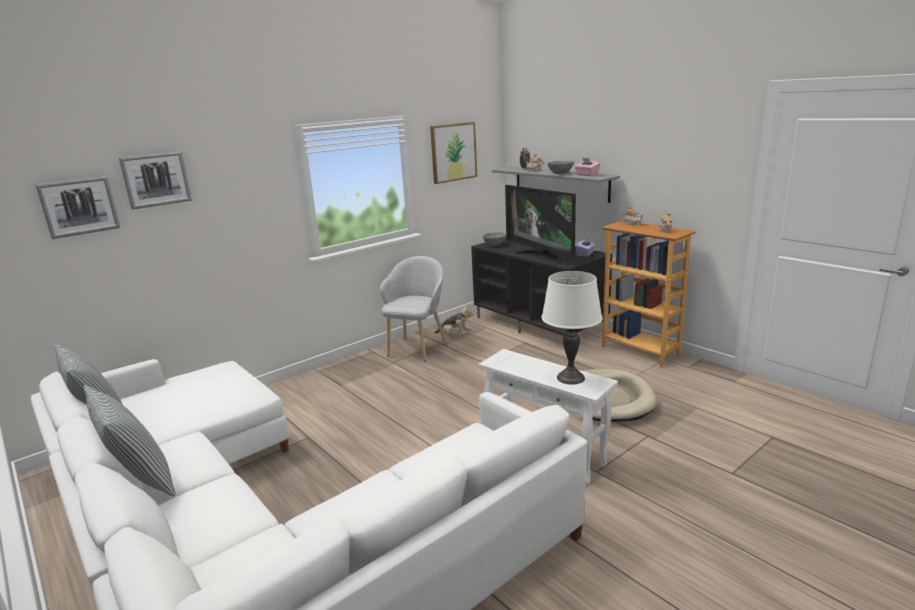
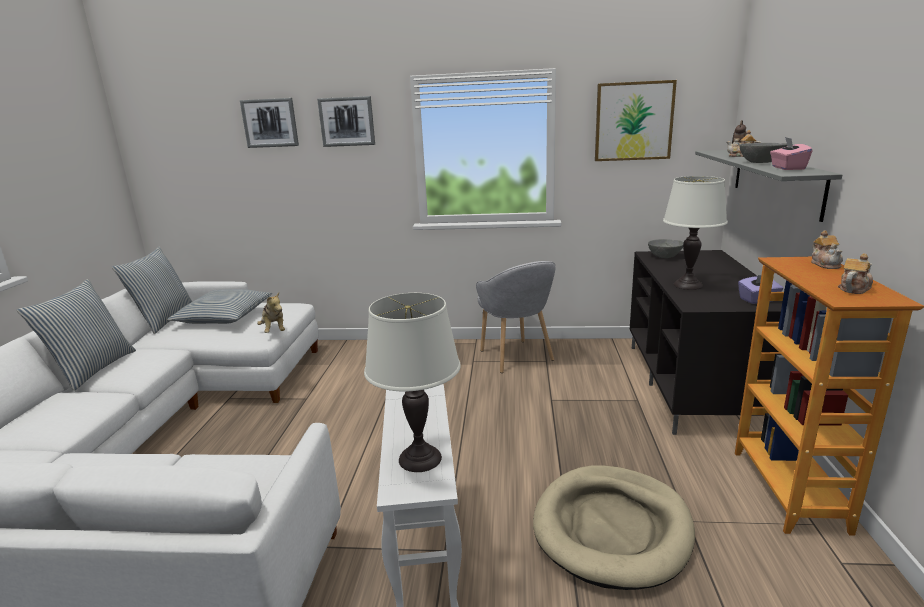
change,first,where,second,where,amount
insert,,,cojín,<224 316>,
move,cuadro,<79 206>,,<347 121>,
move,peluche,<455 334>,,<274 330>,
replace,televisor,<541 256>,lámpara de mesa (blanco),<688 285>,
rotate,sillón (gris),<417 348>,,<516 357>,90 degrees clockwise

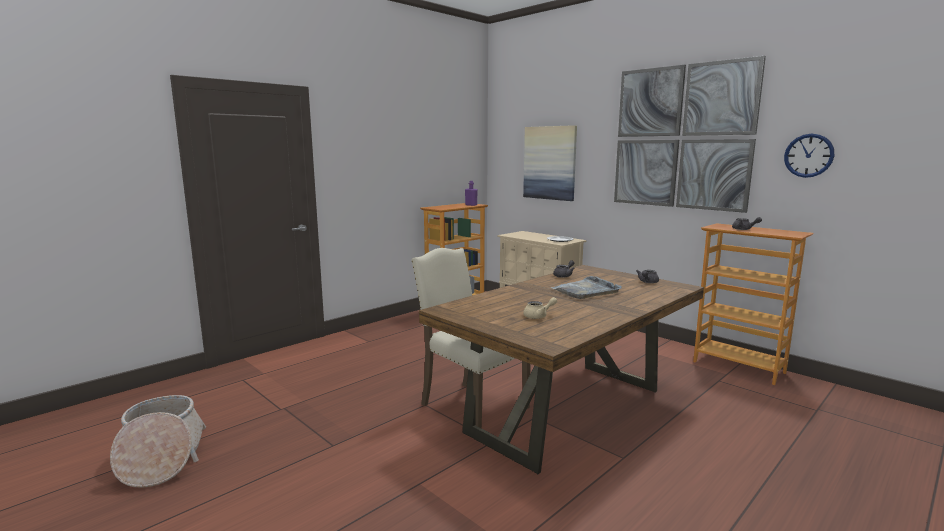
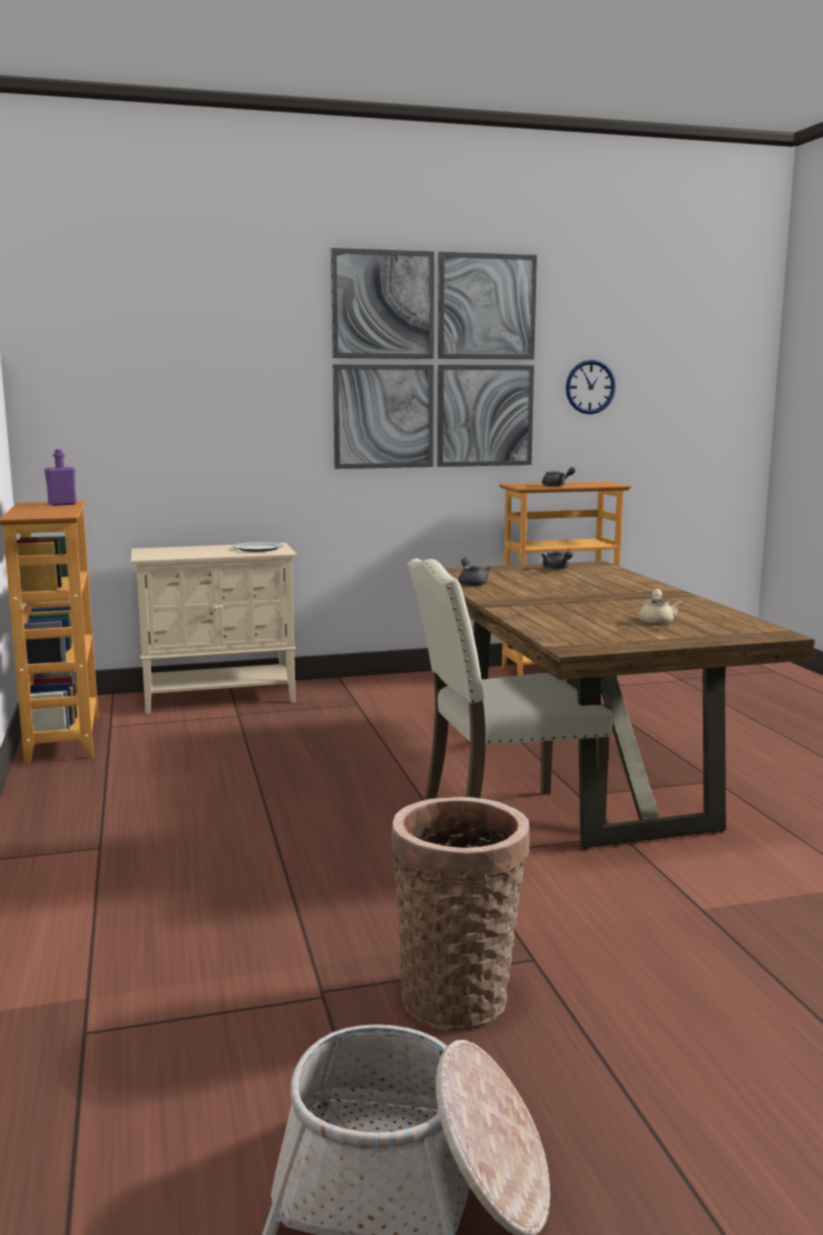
change,first,where,second,where,amount
delete,cuadro,<550 163>,,,
delete,bandeja (gris),<586 290>,,,
insert,,,cesta,<458 994>,

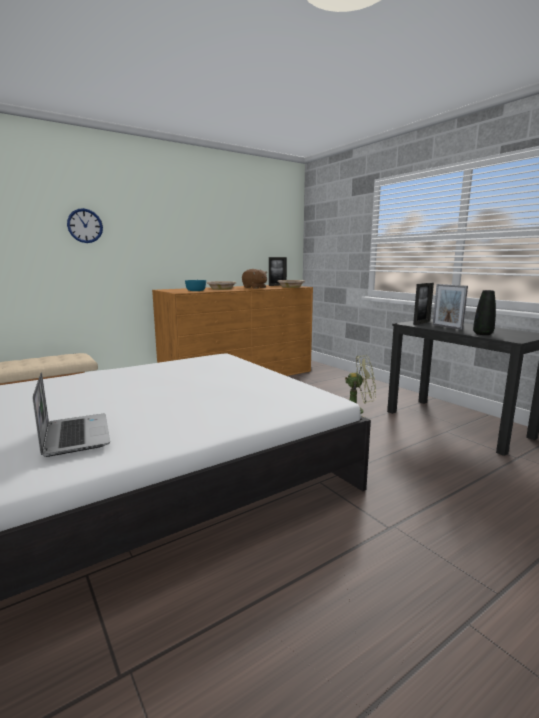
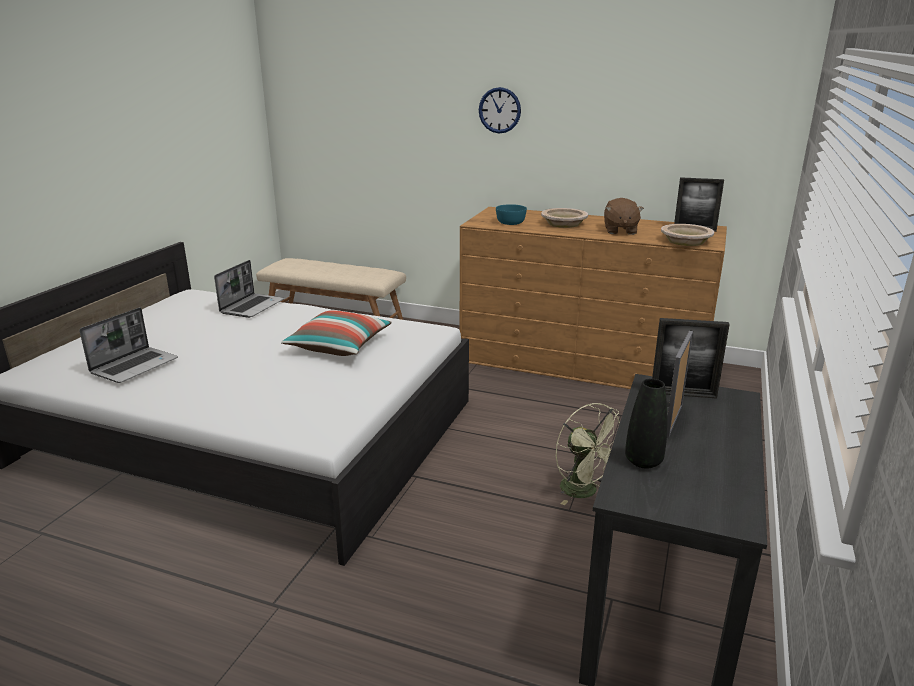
change,first,where,second,where,amount
insert,,,portátil,<252 306>,
insert,,,cojín,<339 346>,
move,reloj de pared,<85 226>,,<499 110>,

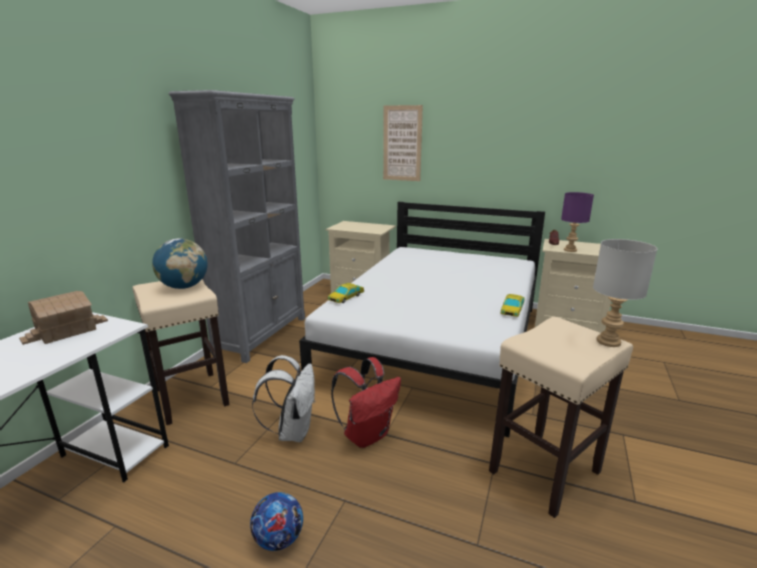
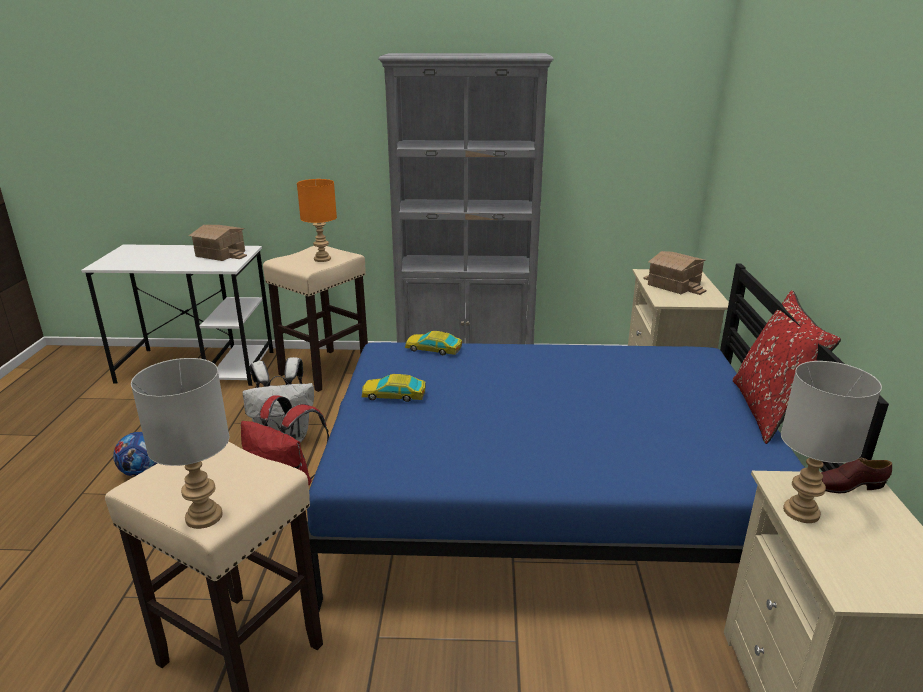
change,first,where,second,where,amount
delete,cuadro,<402 143>,,,
insert,,,casita,<673 285>,
insert,,,cojín (rojo),<768 411>,
move,coche de juguete,<512 309>,,<394 395>,
replace,globo terráqueo,<184 287>,lámpara de mesa (naranja),<322 259>,
recolor,cama (blanco),<436 342>,cama (azul),<548 503>,
recolor,lámpara de mesa (morado),<570 250>,lámpara de mesa (gris),<802 513>,

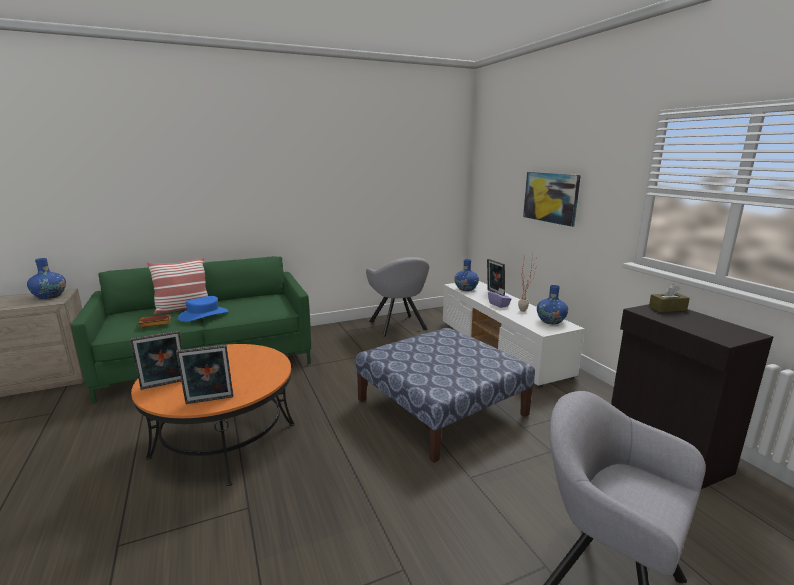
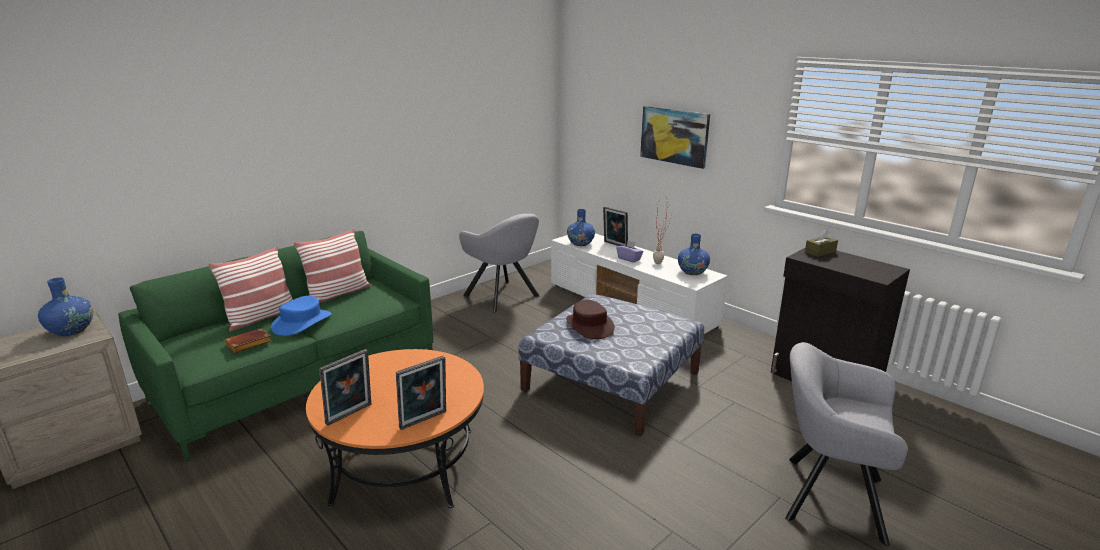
change,first,where,second,where,amount
insert,,,cojín,<338 294>,
insert,,,sombrero (marrón),<589 326>,

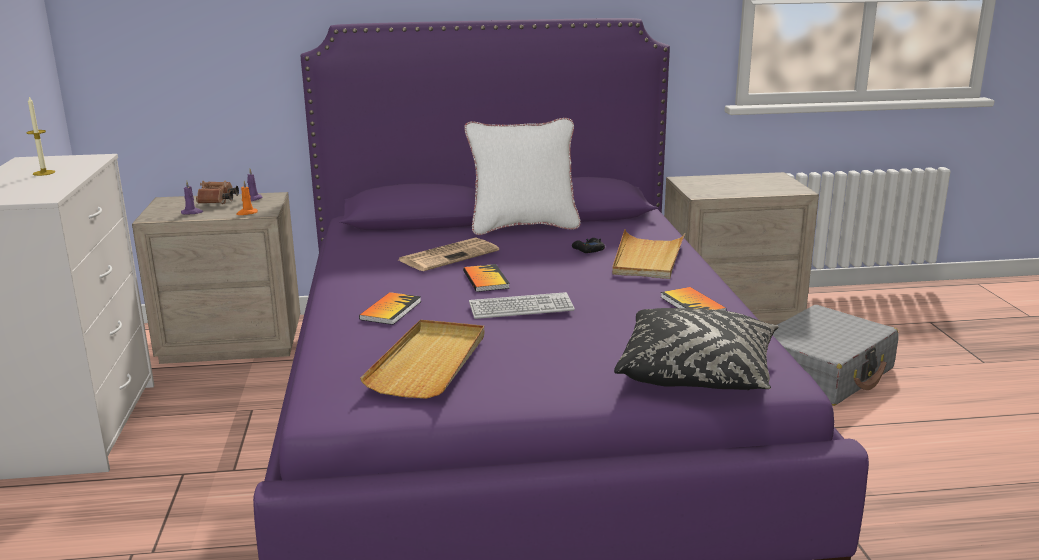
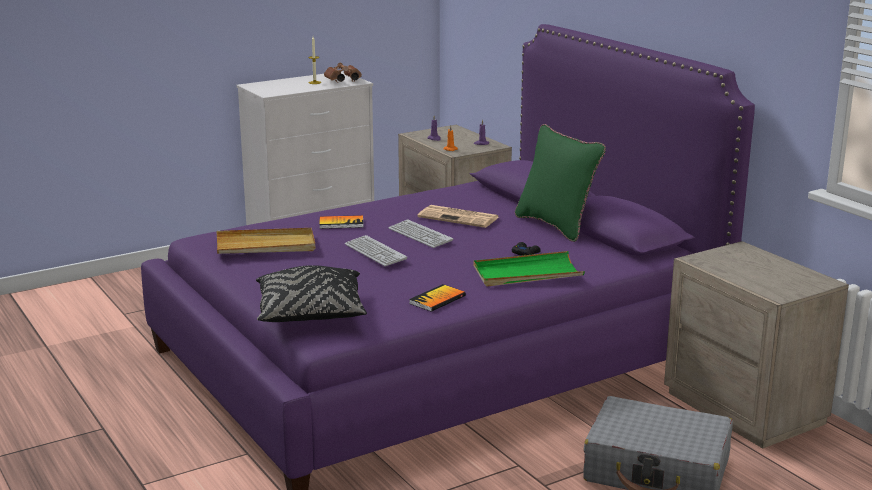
change,first,where,second,where,amount
move,prismáticos (marrón),<218 202>,,<342 81>,
replace,libro,<486 280>,teclado,<420 235>,
recolor,cojín (blanco),<523 226>,cojín (verde),<556 226>,
recolor,bandeja (beis),<647 258>,bandeja (verde),<527 273>,

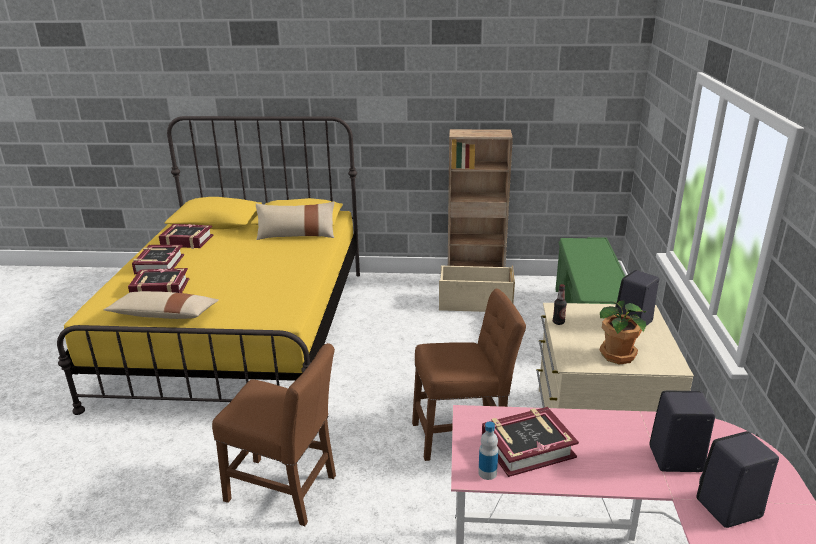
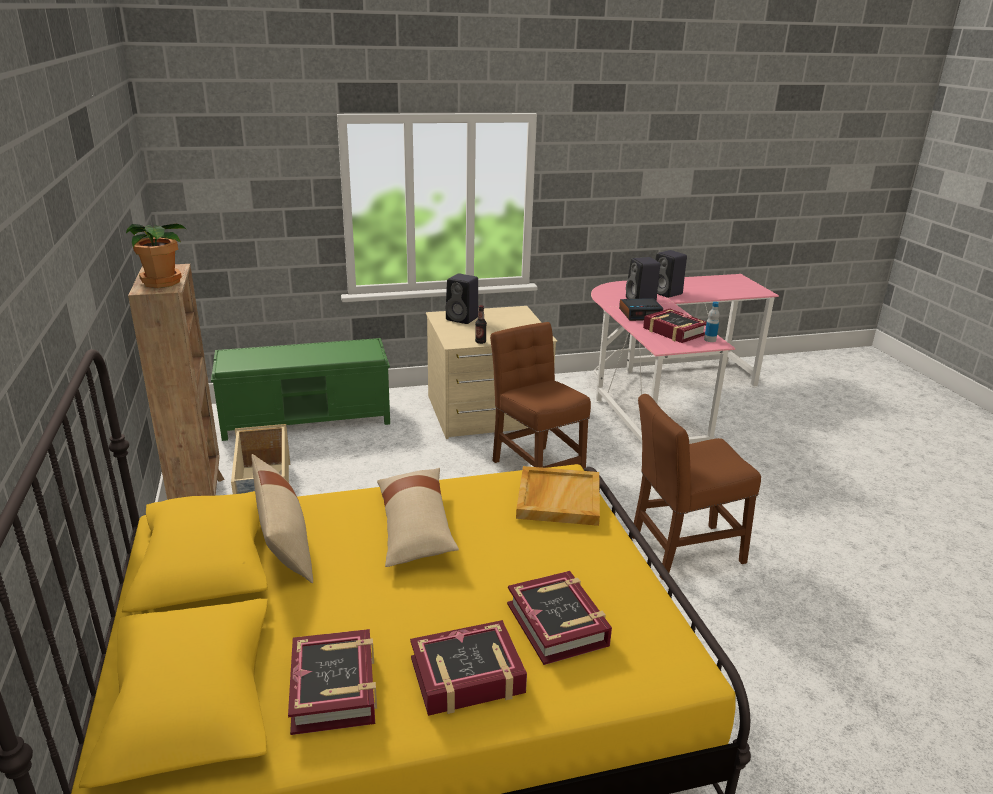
change,first,where,second,where,amount
insert,,,bandeja (beis),<558 498>,
insert,,,despertador,<640 314>,
move,cojín (beis),<164 315>,,<415 527>,
move,planta en maceta,<619 355>,,<161 282>,
rotate,silla (marrón),<286 491>,,<682 551>,105 degrees counterclockwise

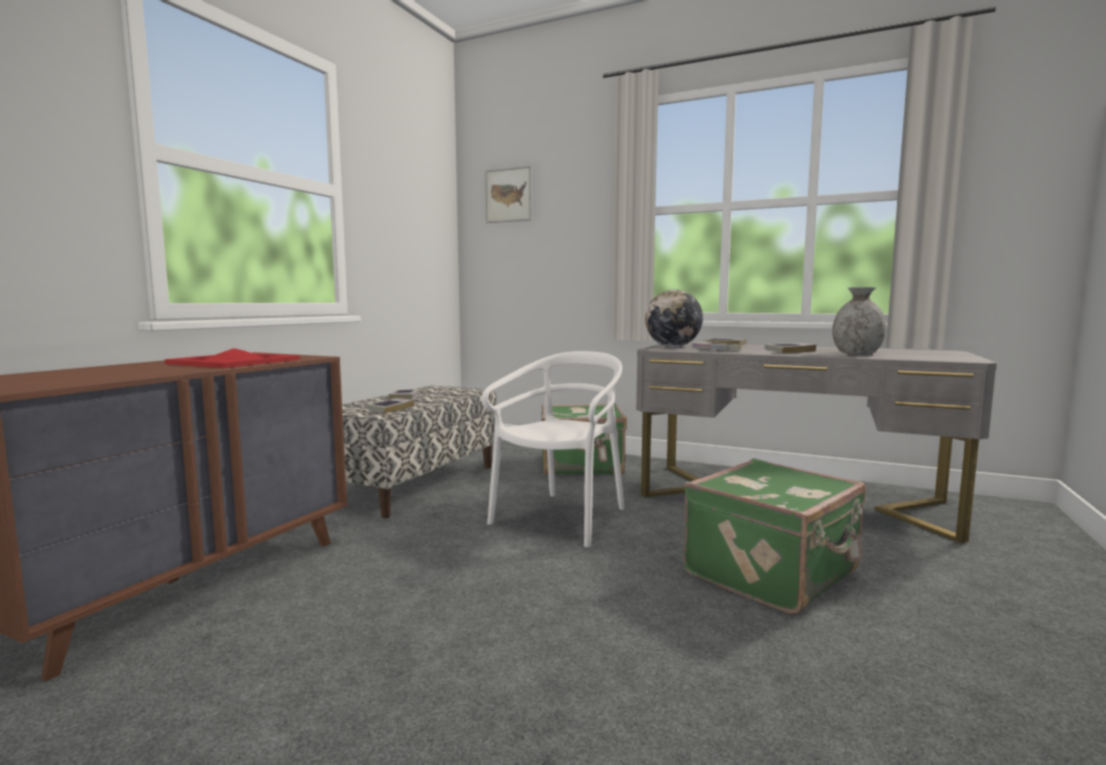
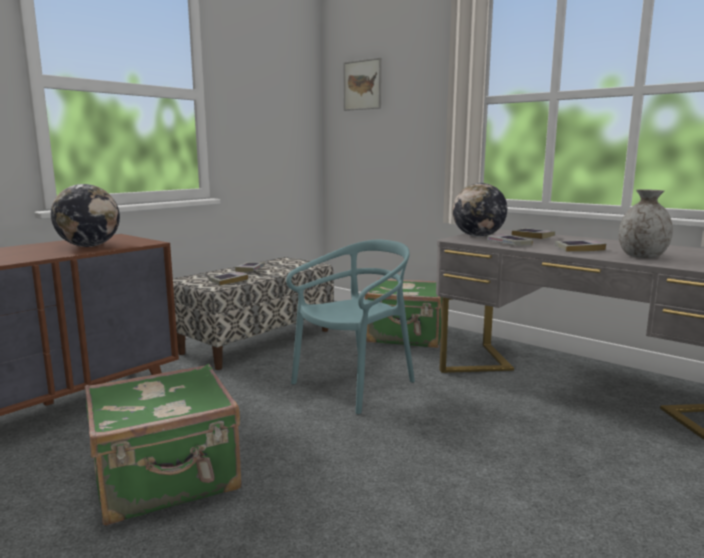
change,first,where,second,where,amount
move,maleta (verde),<773 574>,,<167 480>,
replace,bandeja (rojo),<236 361>,globo terráqueo,<89 246>,
recolor,silla (blanco),<562 518>,silla (turquesa),<355 385>,

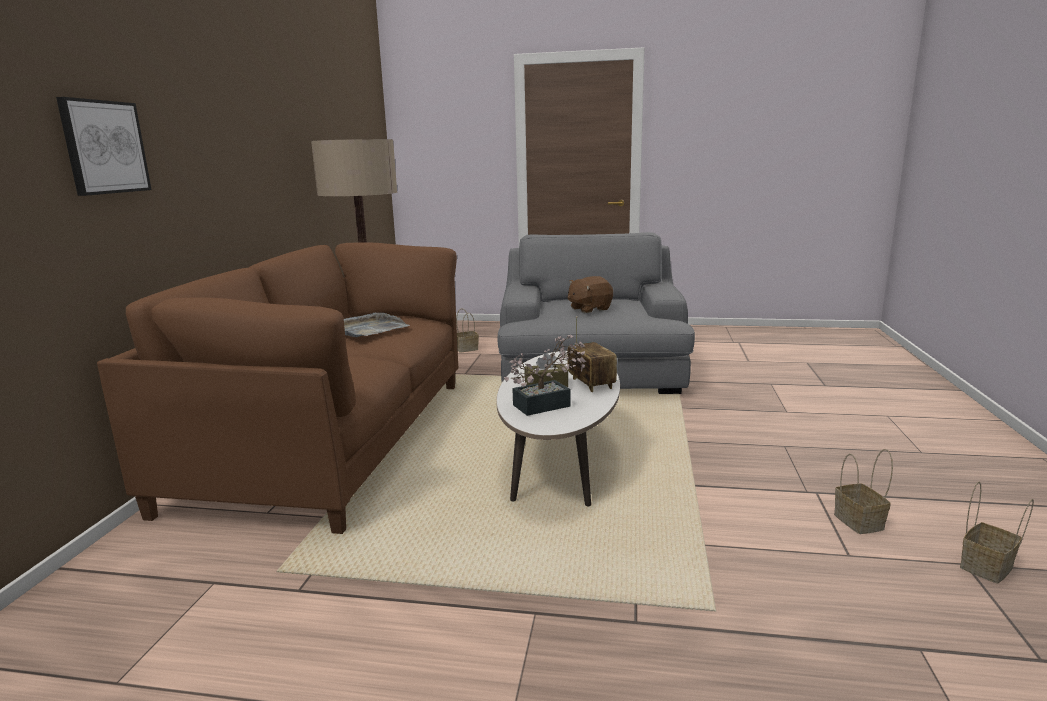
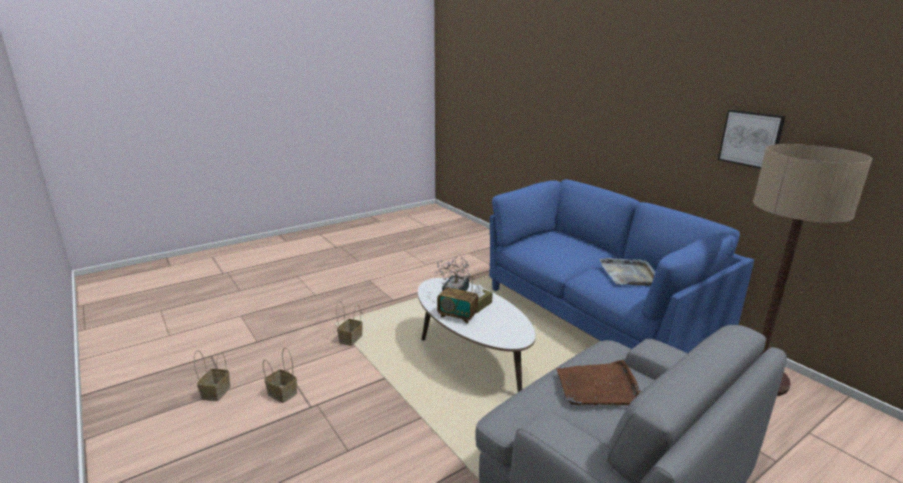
change,first,where,second,where,amount
move,cuadro,<104 147>,,<751 139>,
move,cesta,<466 349>,,<350 338>,
replace,peluche (marrón),<589 309>,bandeja (marrón),<598 387>,
recolor,sofá (marrón),<333 440>,sofá (azul),<598 315>,

